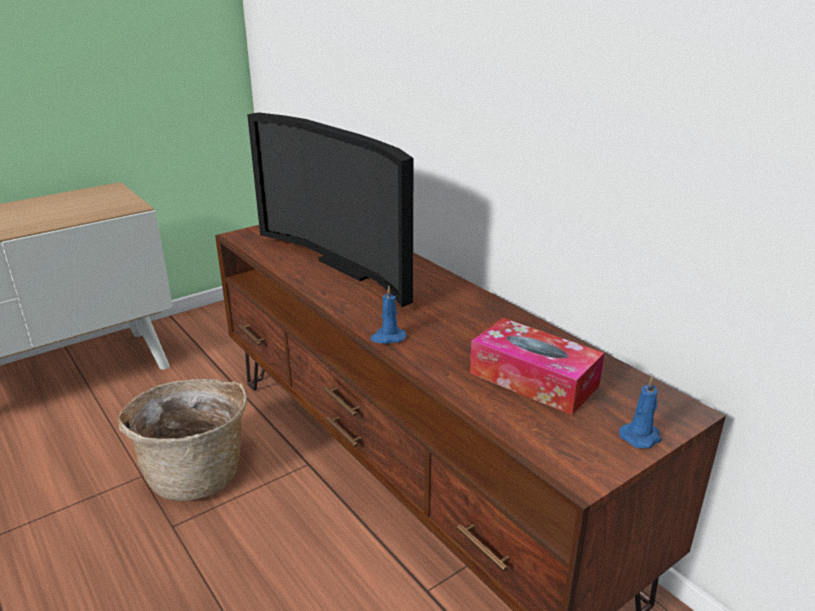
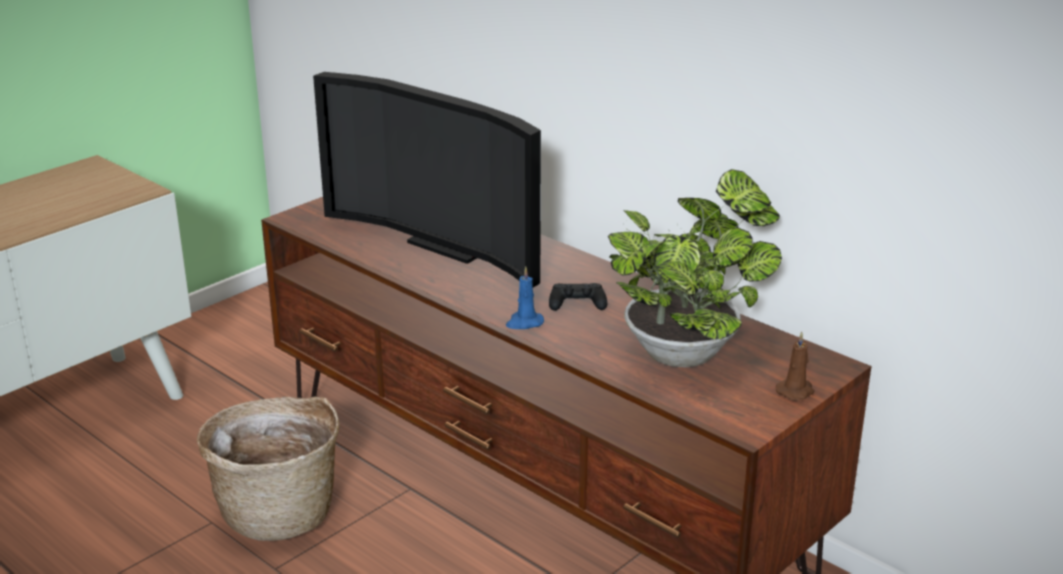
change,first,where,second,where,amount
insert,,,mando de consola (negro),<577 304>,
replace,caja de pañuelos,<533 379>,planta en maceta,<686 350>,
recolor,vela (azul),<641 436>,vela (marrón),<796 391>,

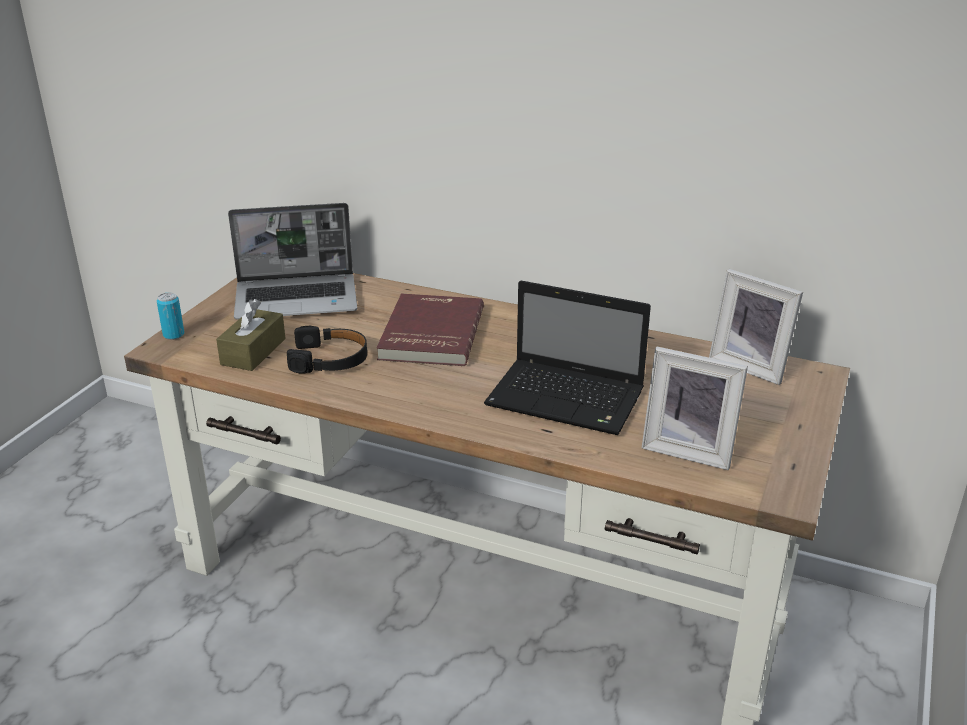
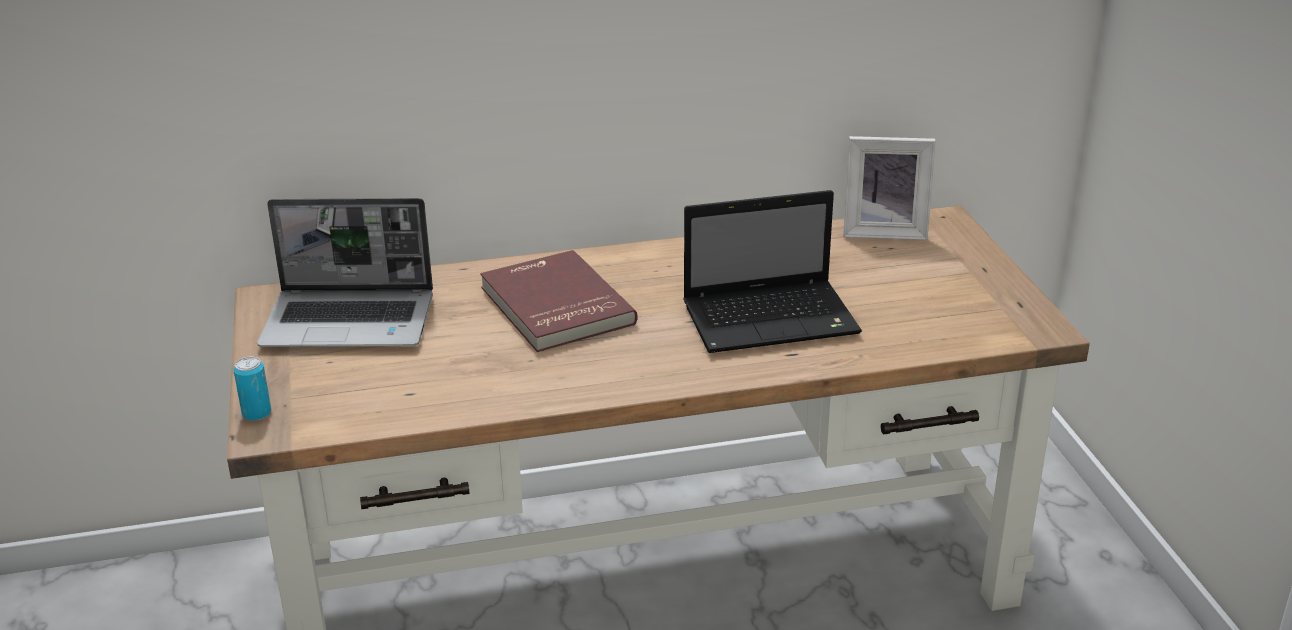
change,first,where,second,where,amount
delete,caja de pañuelos (marrón),<253 352>,,,
delete,auriculares (negro),<329 359>,,,
delete,portarretratos,<689 449>,,,
rotate,portátil,<298 299>,,<351 321>,45 degrees clockwise

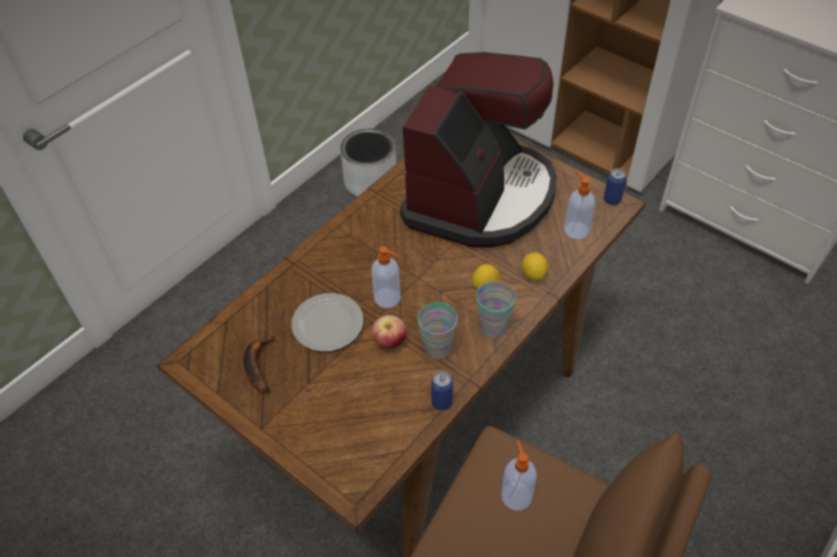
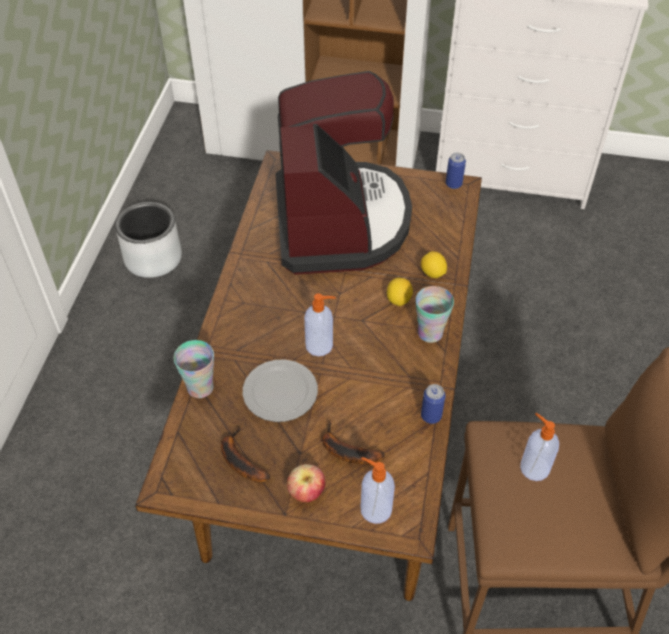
change,first,where,second,where,amount
insert,,,plátano,<345 451>,
move,manzana,<390 342>,,<306 492>,
move,taza,<437 349>,,<200 387>,
move,dispensador de jabón,<575 229>,,<374 509>,

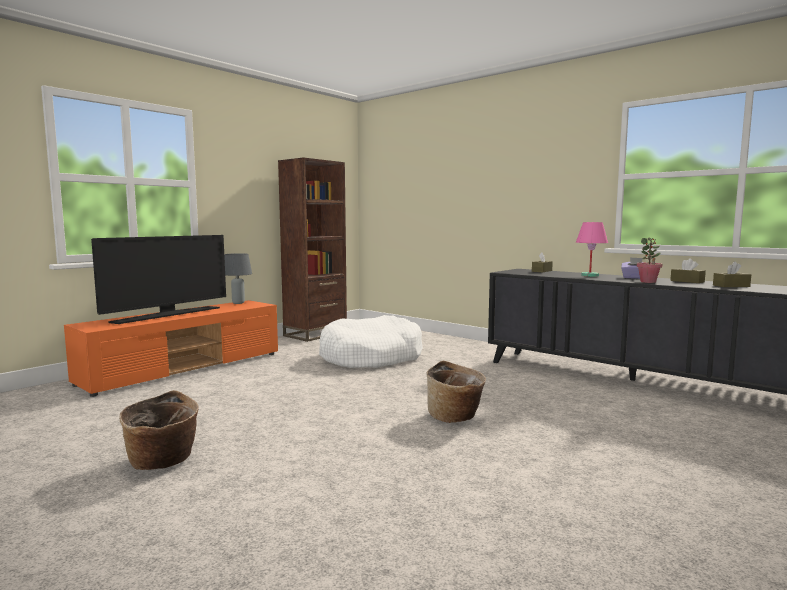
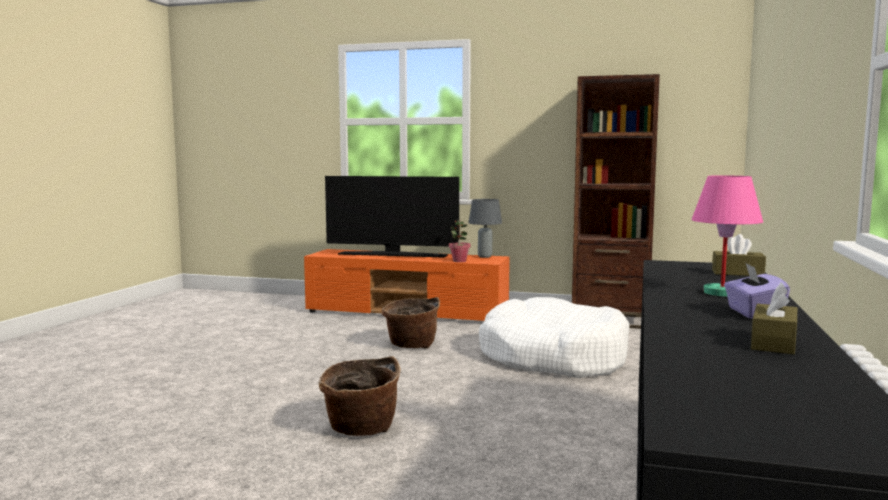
change,first,where,second,where,amount
delete,caja de pañuelos (marrón),<731 286>,,,
move,cesta,<163 462>,,<411 346>,
move,planta en maceta,<648 282>,,<459 261>,

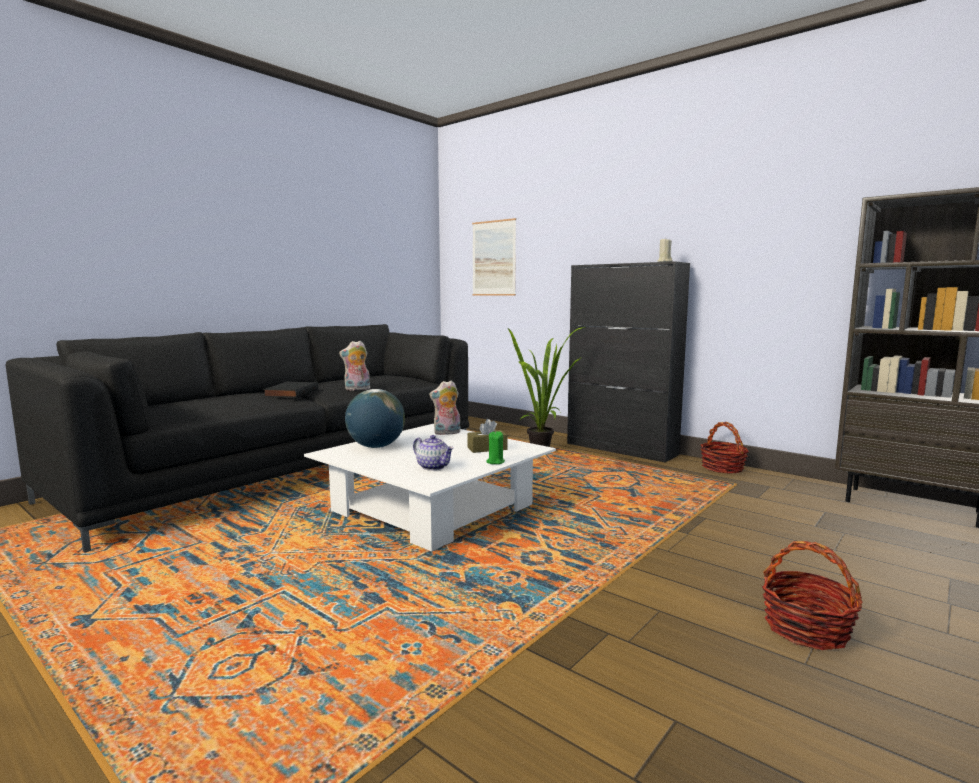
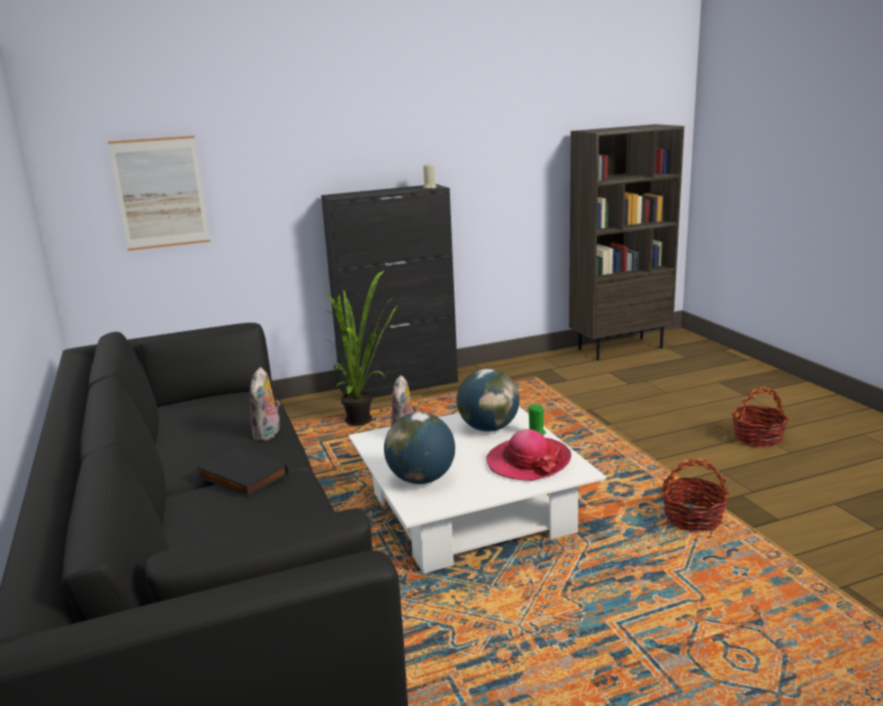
change,first,where,second,where,amount
move,cesta,<722 468>,,<693 518>,
replace,tetera,<434 467>,sombrero,<528 462>,
replace,caja de pañuelos (marrón),<487 448>,globo terráqueo,<488 428>,

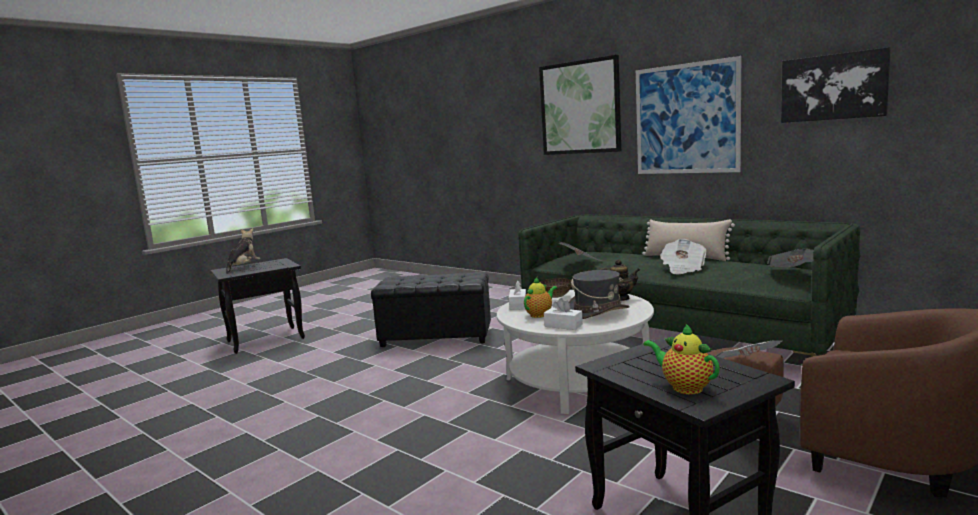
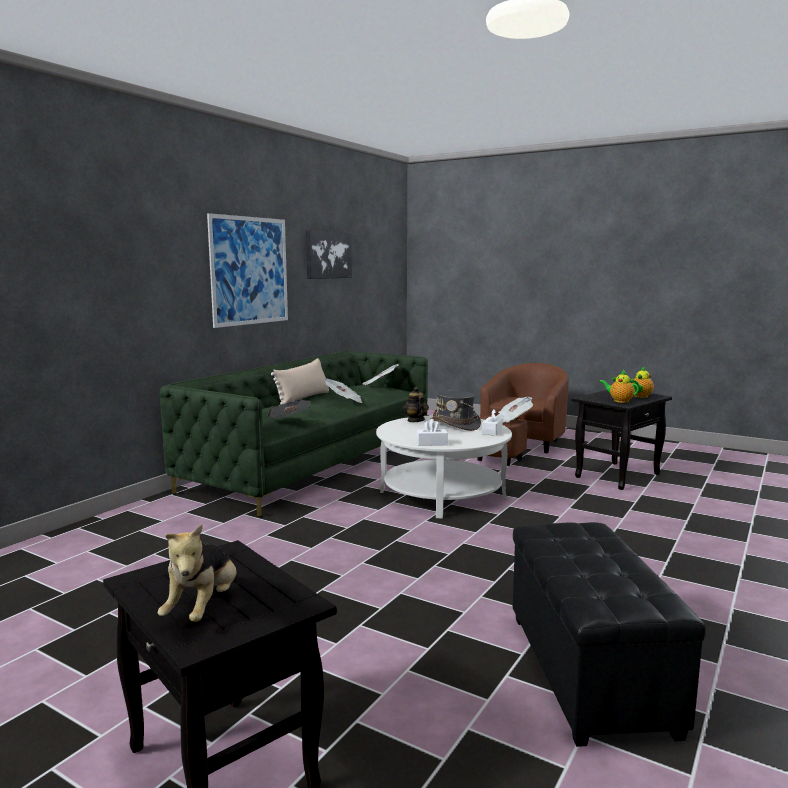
change,first,where,second,where,amount
delete,cuadro,<580 107>,,,
delete,cuenco,<555 297>,,,
move,puf (negro),<436 337>,,<586 673>,
move,tetera,<540 314>,,<619 401>,
rotate,peluche,<243 267>,,<203 608>,90 degrees counterclockwise

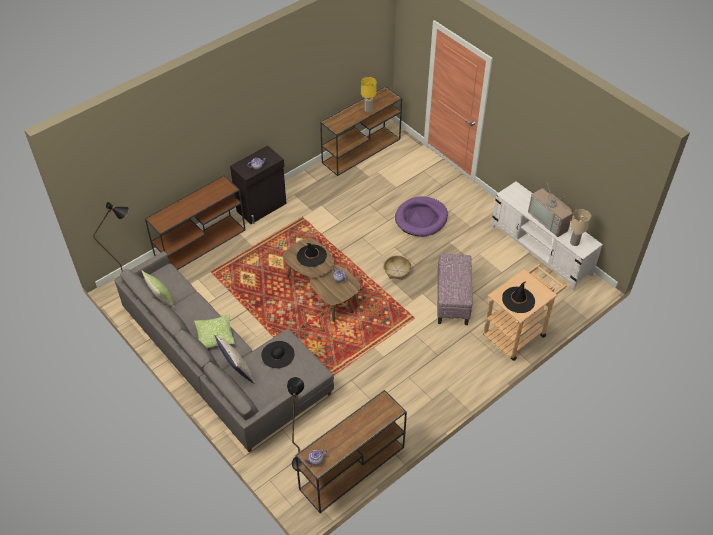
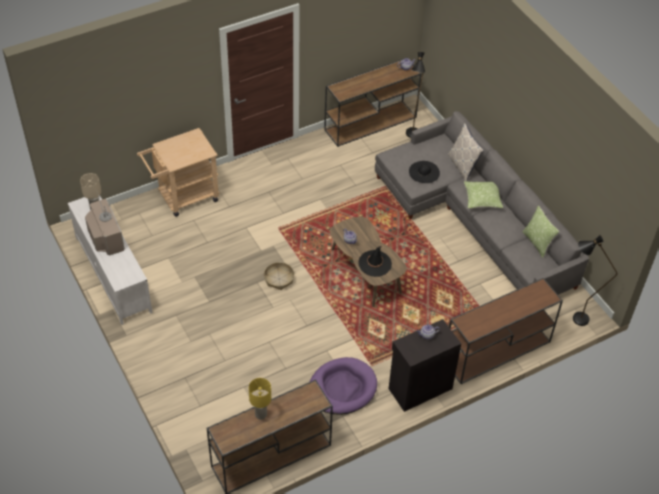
change,first,where,second,where,amount
delete,puf,<453 300>,,,
delete,sombrero (negro),<518 300>,,,
move,cama para perro (morado),<421 218>,,<342 388>,

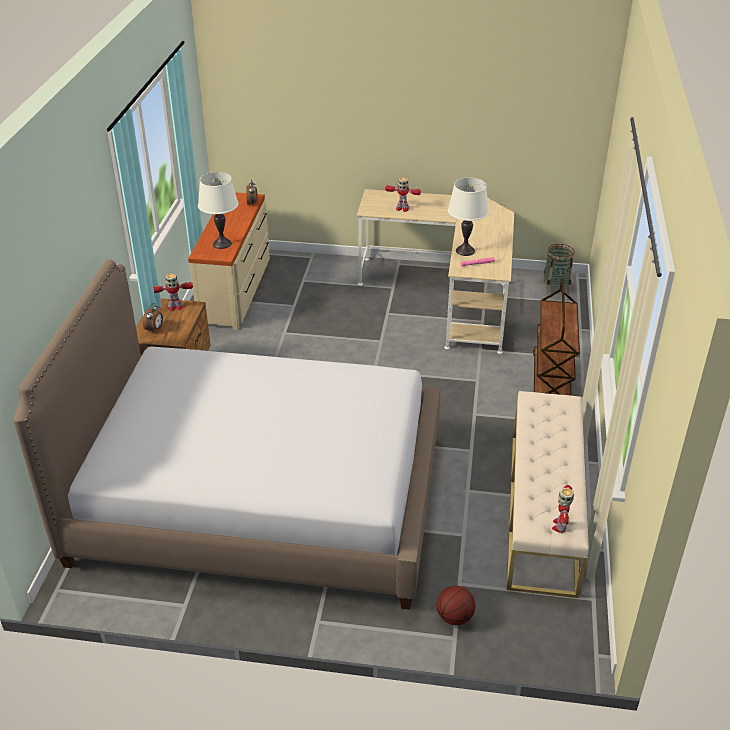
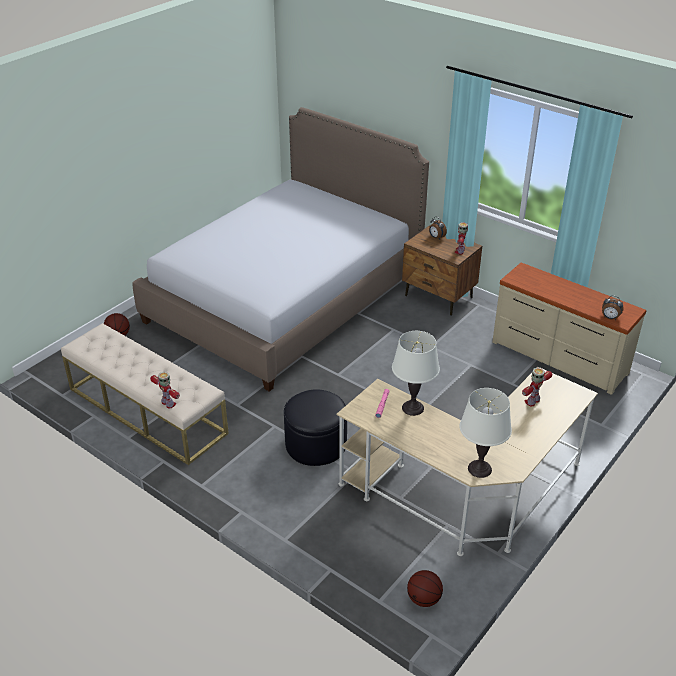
change,first,where,second,where,amount
delete,carrito (marrón),<551 382>,,,
insert,,,puf (negro),<316 444>,
move,lámpara de mesa (blanco),<222 244>,,<479 469>,
move,robot de juguete,<560 525>,,<168 404>,
replace,cesta,<556 287>,balón de baloncesto,<423 599>,

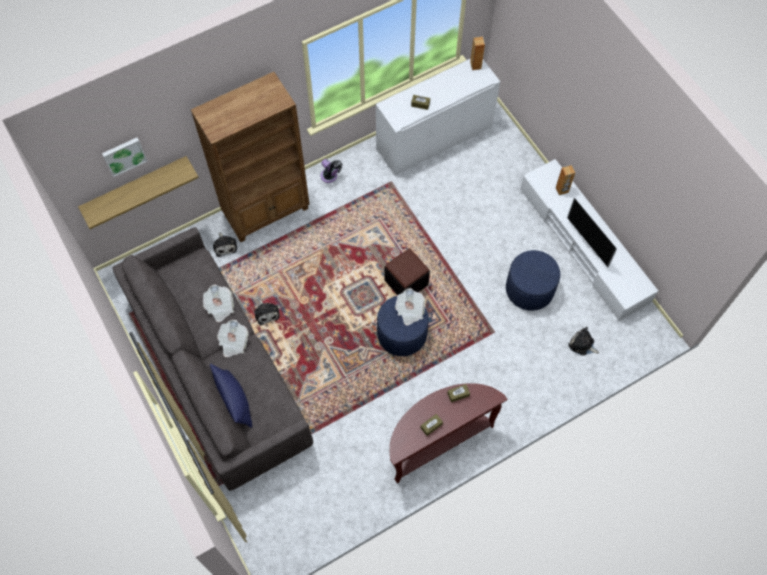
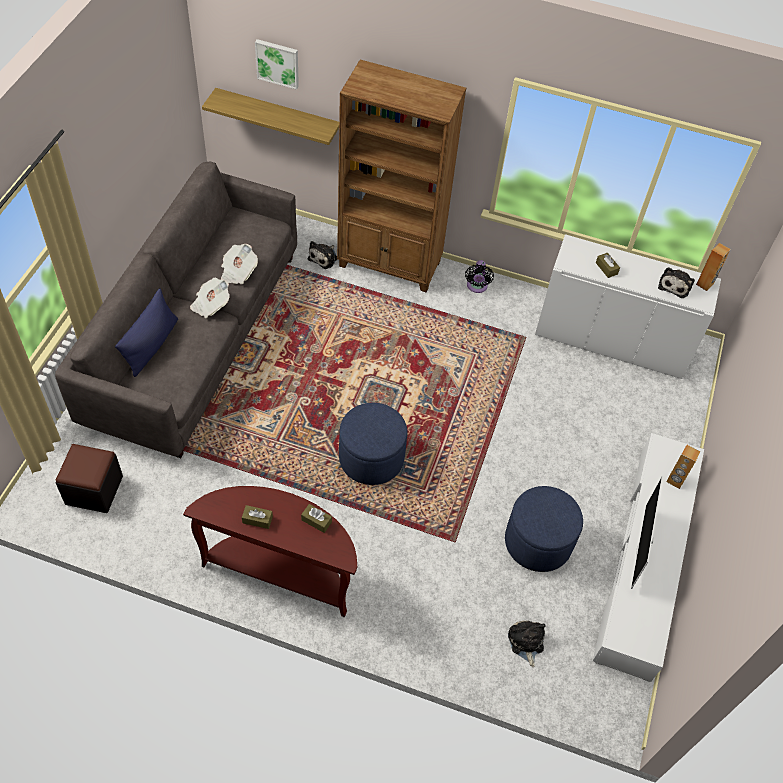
change,first,where,second,where,amount
delete,periódico,<410 310>,,,
move,peluche,<266 313>,,<675 285>,
move,puf (negro),<406 282>,,<94 490>,

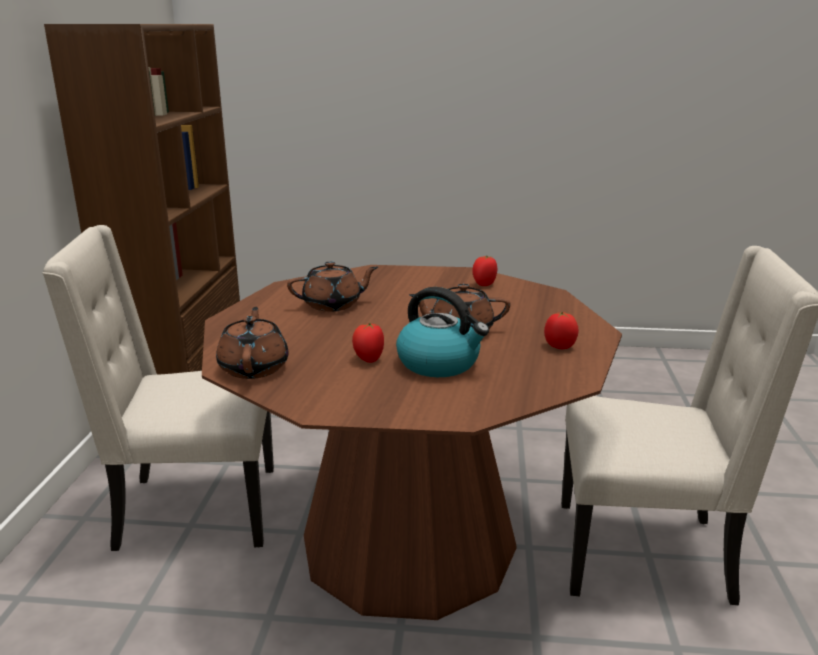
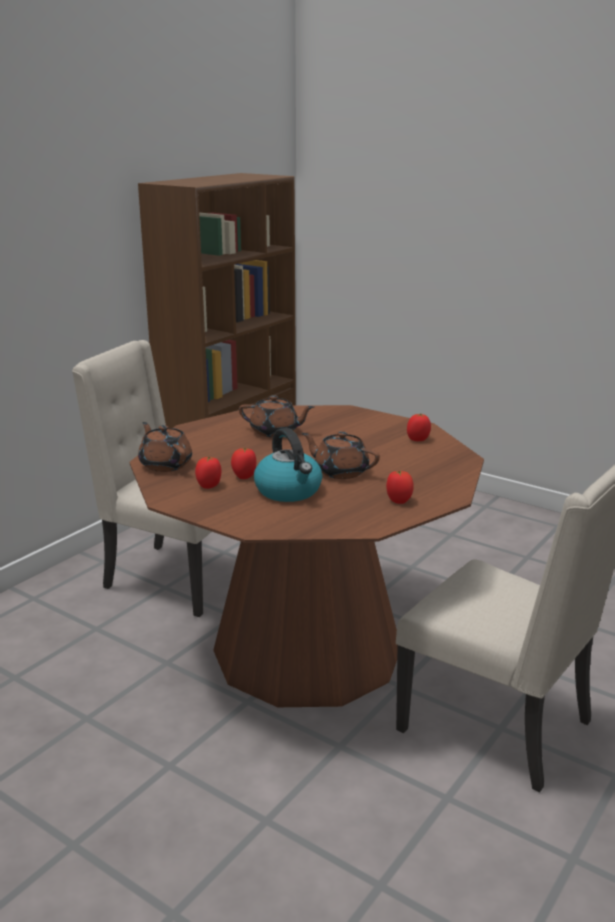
change,first,where,second,where,amount
insert,,,tomate,<209 486>,
rotate,tetera (marrón),<254 367>,,<165 464>,60 degrees counterclockwise

